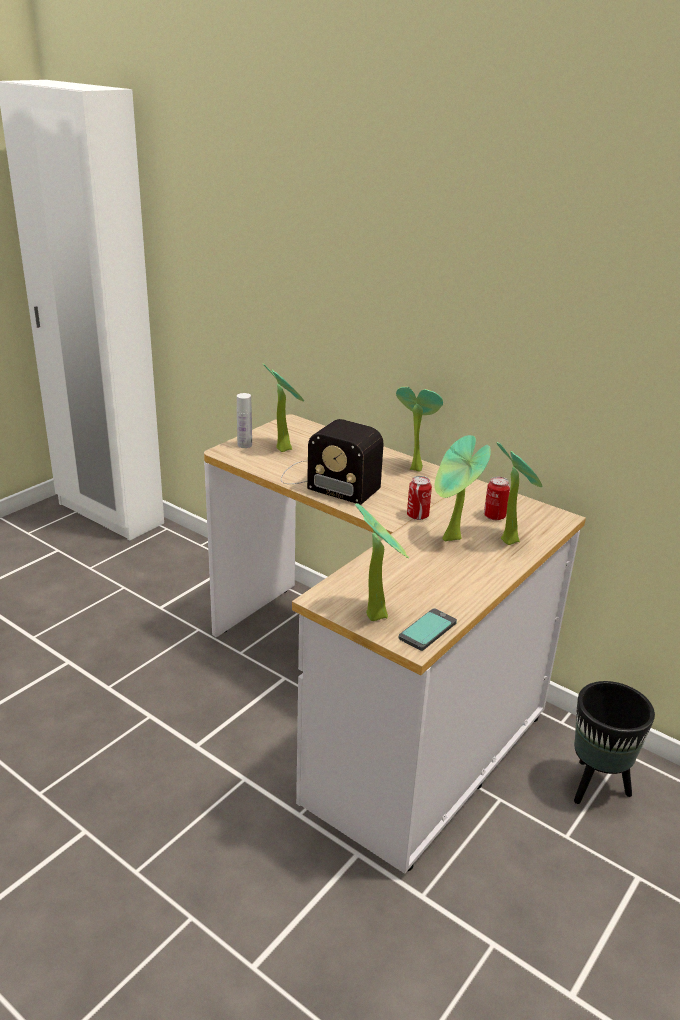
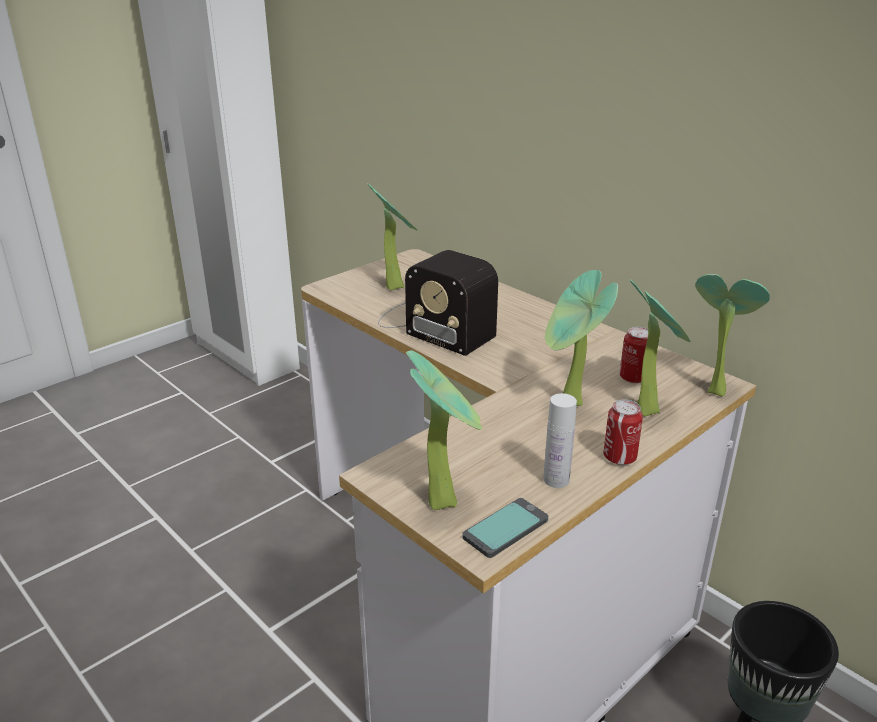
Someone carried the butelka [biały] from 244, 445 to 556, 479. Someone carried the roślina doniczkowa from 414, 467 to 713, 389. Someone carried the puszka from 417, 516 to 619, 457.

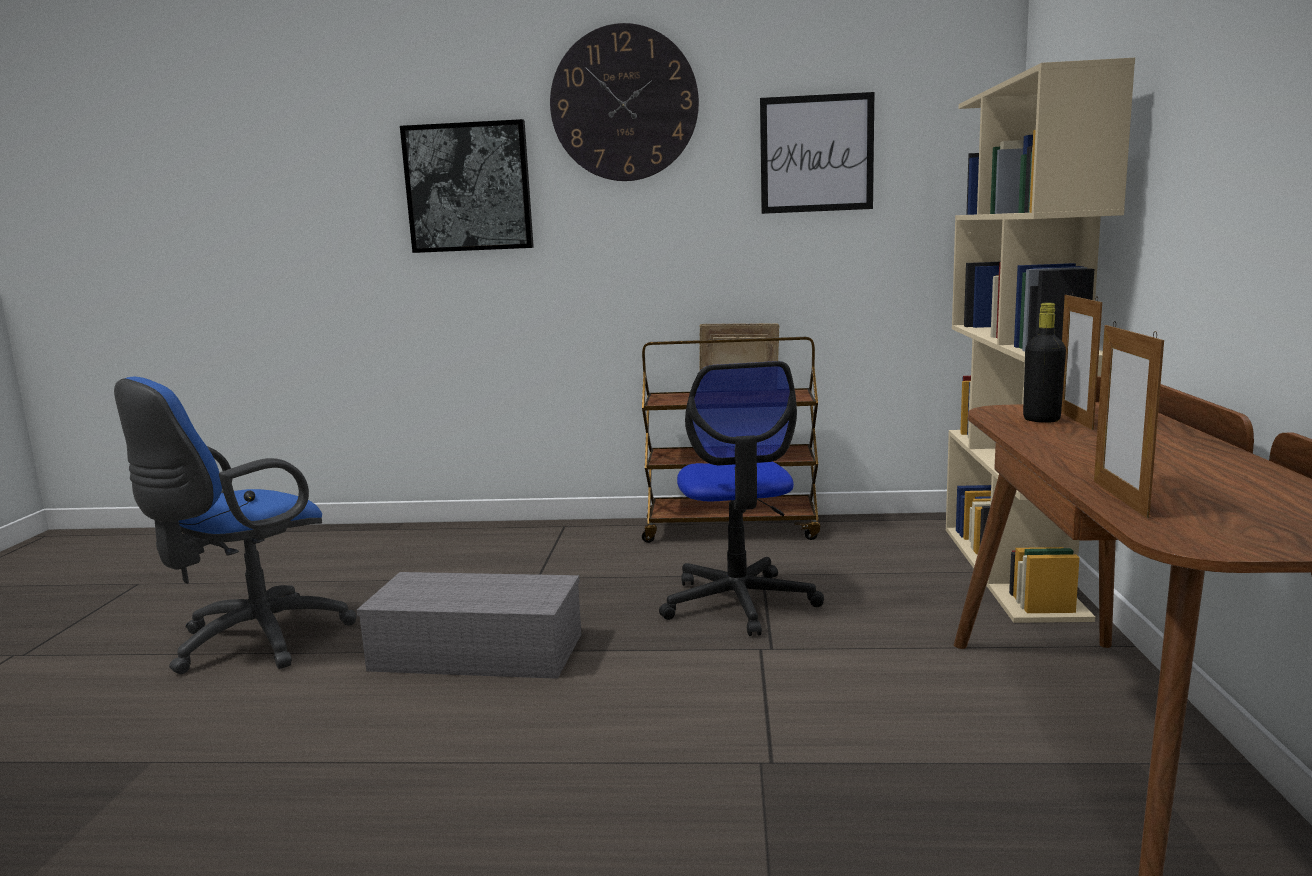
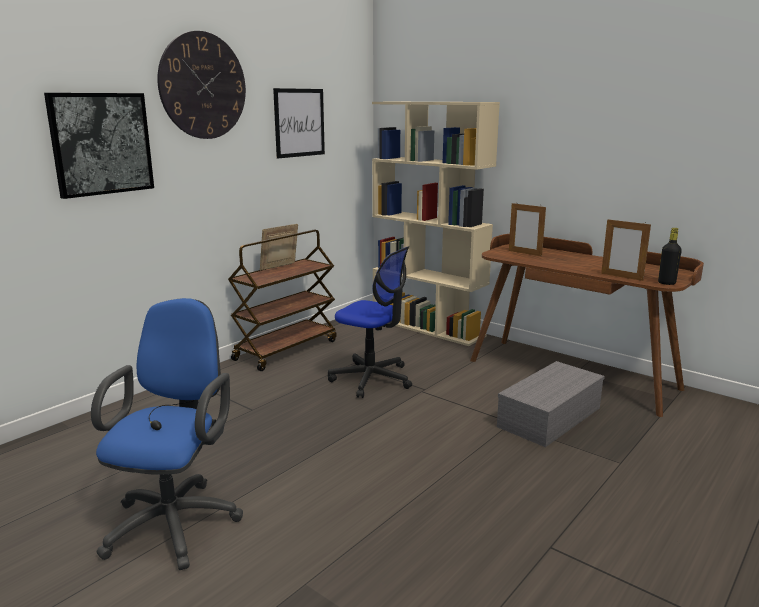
Someone rotated the krzesło biurowe [niebieski] at 252, 642 by 150 degrees counterclockwise. Someone carried the pojemnik do przechowywania [szary] from 481, 651 to 549, 416. Someone carried the butelka [czarny] from 1041, 420 to 666, 283.

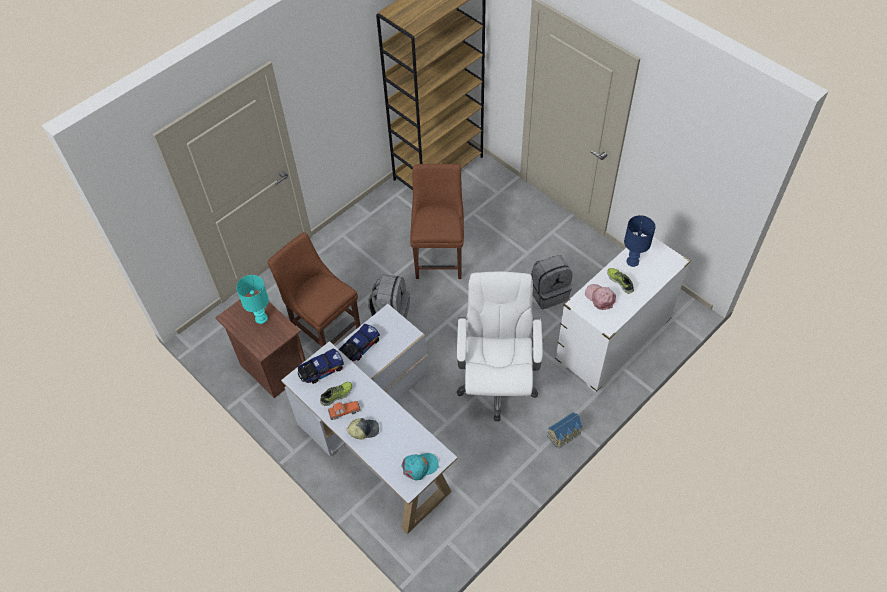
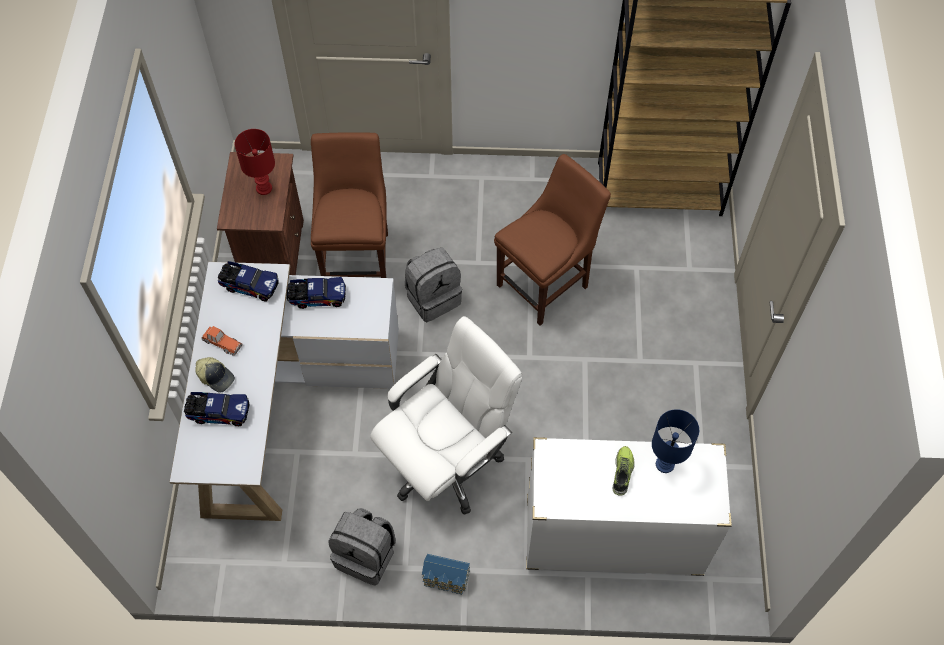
Someone repainted the lampa stołowa [turkusowy] at 262, 319, which became the lampa stołowa [czerwony] at 264, 189. Someone took away the but at 337, 395. Someone took away the czapka z daszkiem [turkusowy] at 420, 466. Someone carried the plecak [szary] from 548, 293 to 366, 555. Someone took away the czapka z daszkiem [różowy] at 600, 298. Someone put down the ciężarówka zabawkowa at 218, 412.

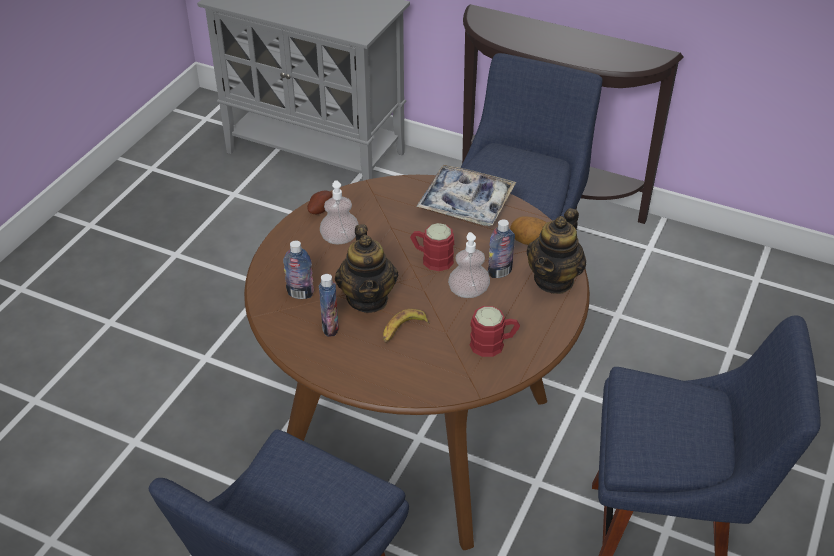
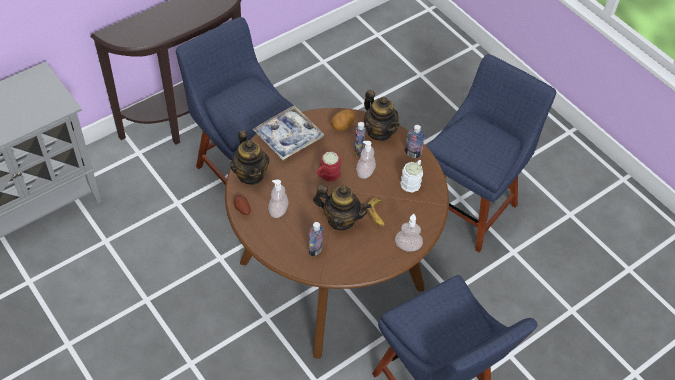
Someone carried the butelka from 330, 327 to 413, 154. Someone repainted the kubek [czerwony] at 493, 344, which became the kubek [biały] at 412, 181. Someone put down the imbryk at 251, 174. Someone put down the dozownik mydła at 407, 246.

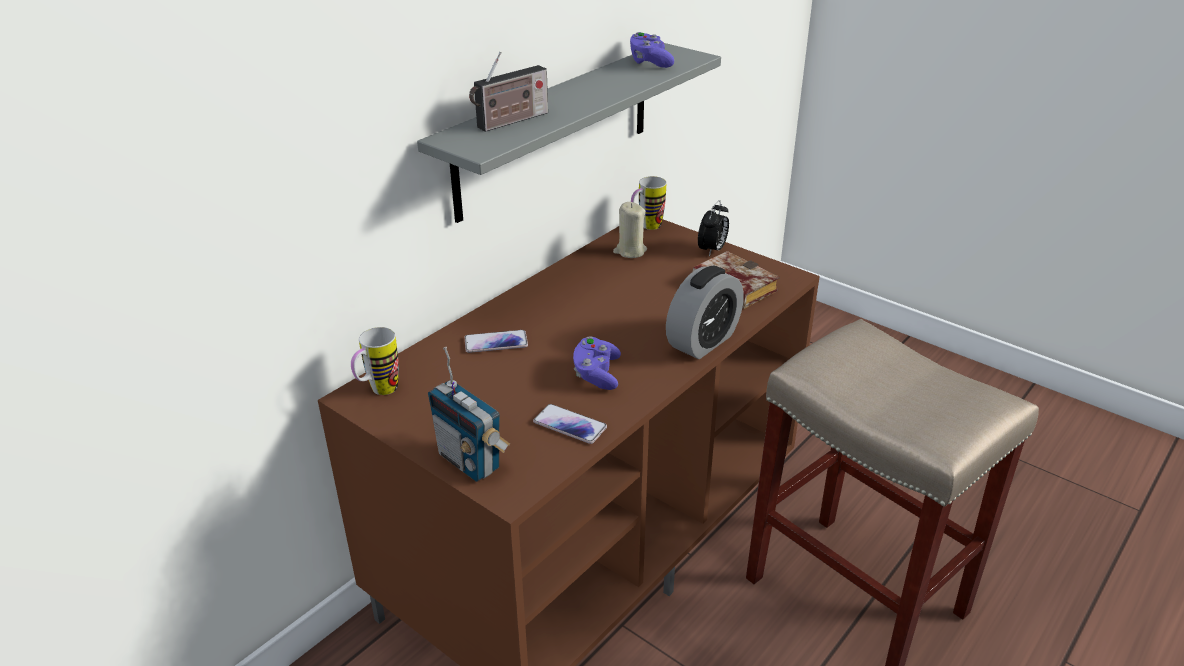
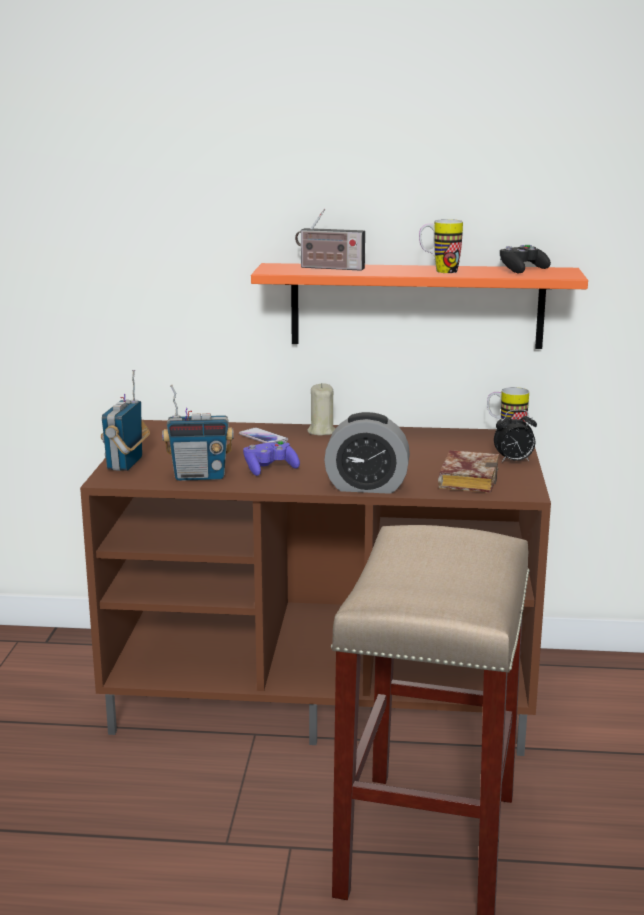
Someone carried the kubek from 378, 392 to 439, 271. Someone repainted the półka [szary] at 555, 130, which became the półka [pomarańczowy] at 416, 305. Someone swapped the telefon at 570, 425 for the radio at 199, 476. Someone carried the świeca [beżowy] from 630, 251 to 321, 431. Someone repainted the pad do gier [fioletowy] at 650, 62, which became the pad do gier [czarny] at 521, 270.

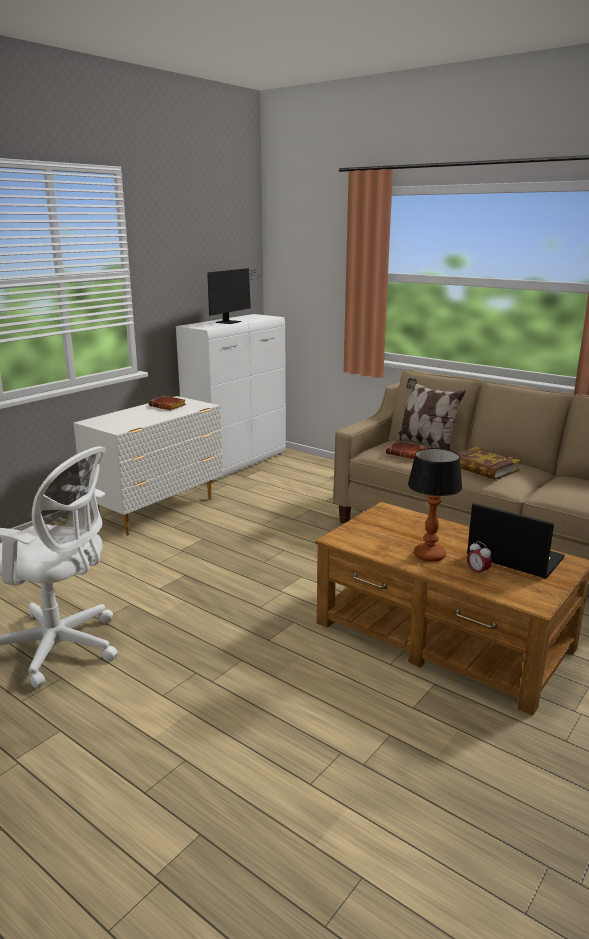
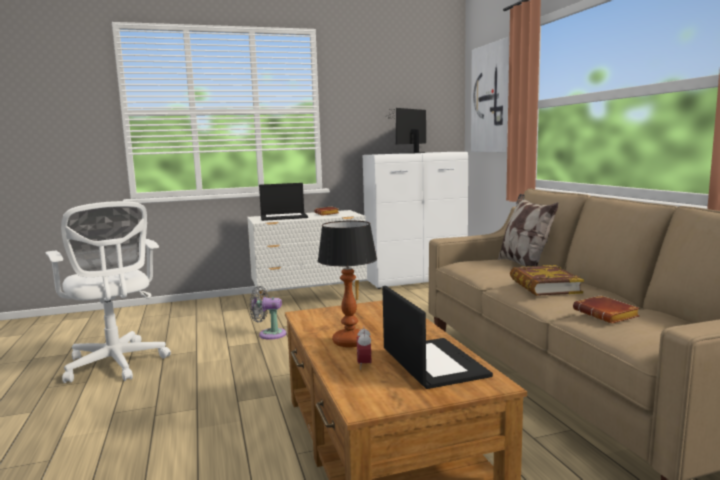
Someone rotated the monitor at 231, 322 by 150 degrees clockwise. Someone carried the książka [brązowy] from 406, 454 to 607, 315. Someone put down the wentylator [szary] at 269, 334. Someone put down the laptop at 284, 217. Someone put up the obraz at 493, 98.

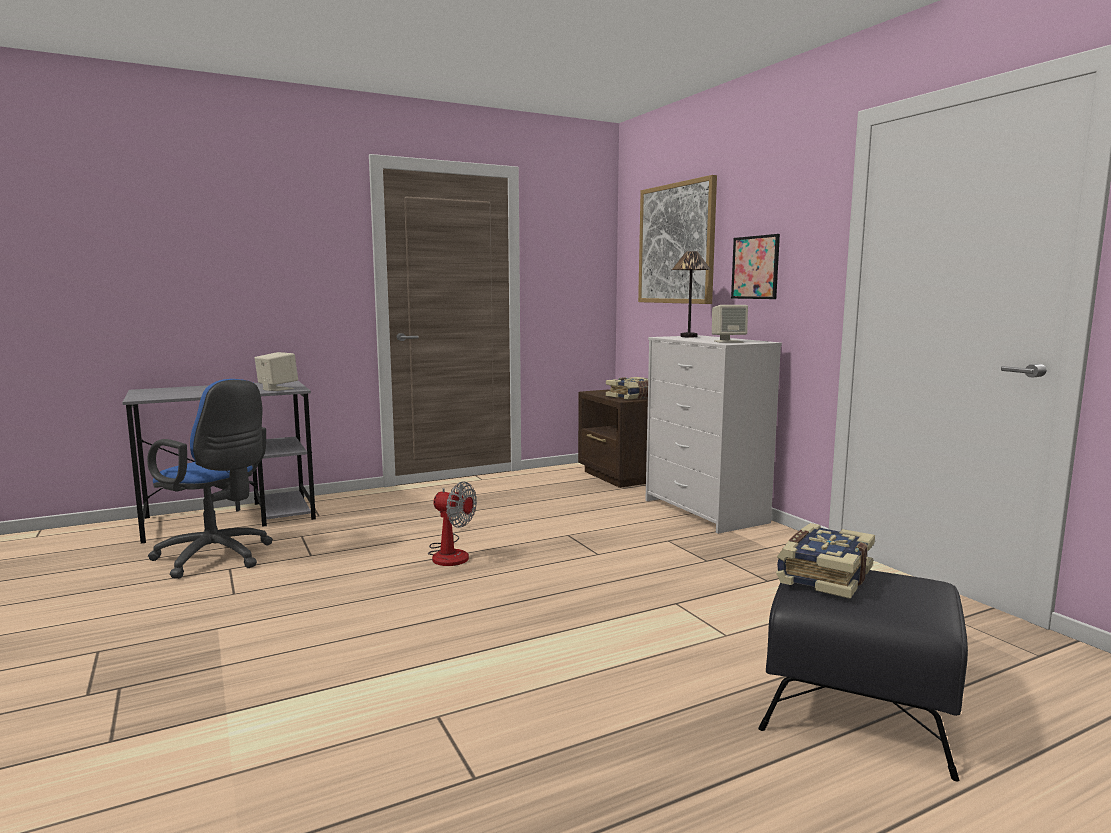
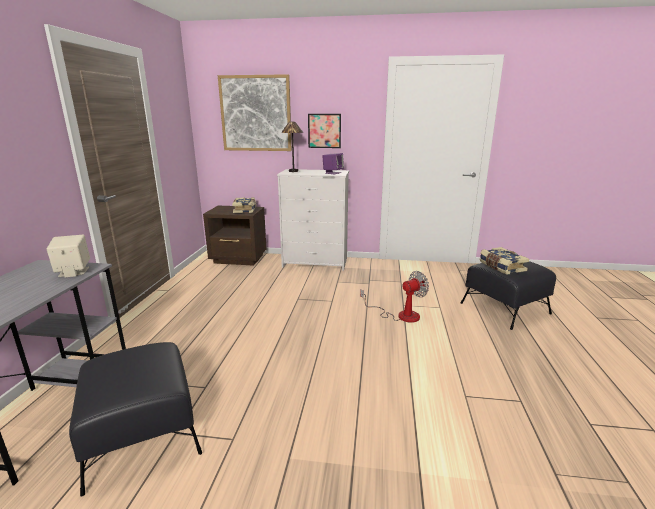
Someone swapped the krzesło biurowe [niebieski] at 218, 558 for the pufa [czarny] at 142, 436. Someone carried the wentylator from 449, 554 to 400, 315. Someone repainted the głośnik [beżowy] at 728, 341, which became the głośnik [fioletowy] at 333, 173.

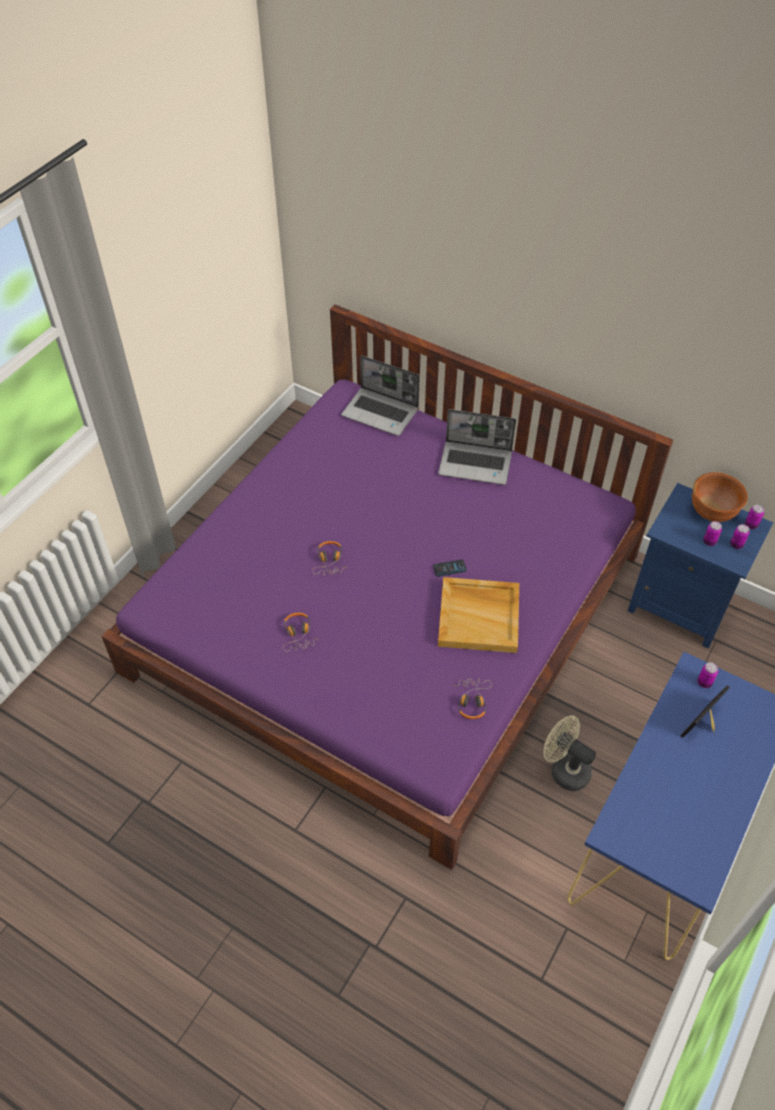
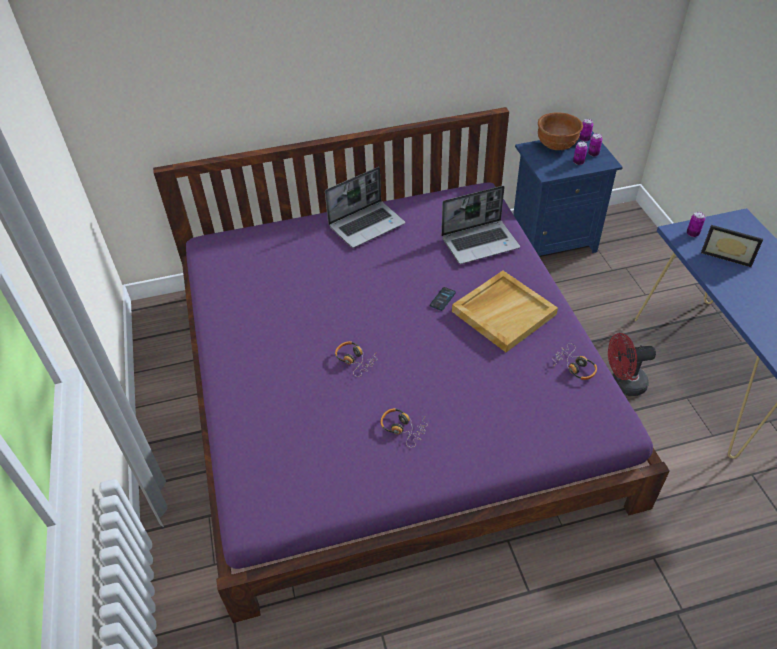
Someone carried the laptop from 381, 412 to 480, 242. Someone repainted the wentylator [beżowy] at 564, 769, which became the wentylator [czerwony] at 623, 384. Someone rotated the ramka na zdjęcie at 705, 724 by 60 degrees counterclockwise.

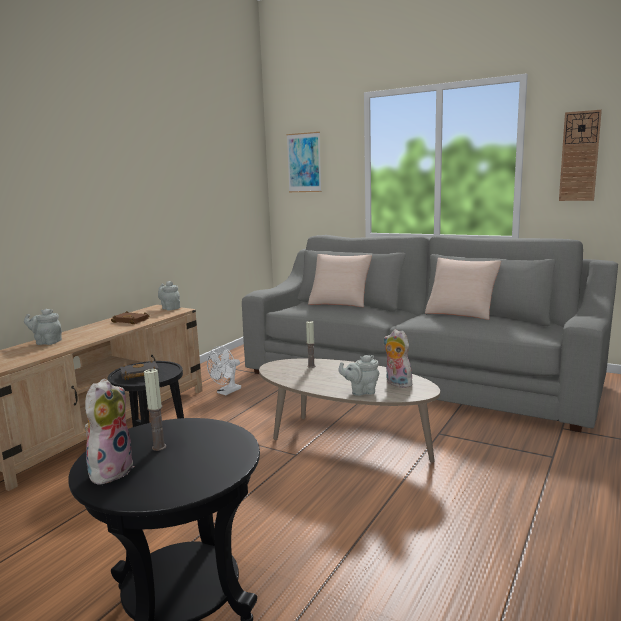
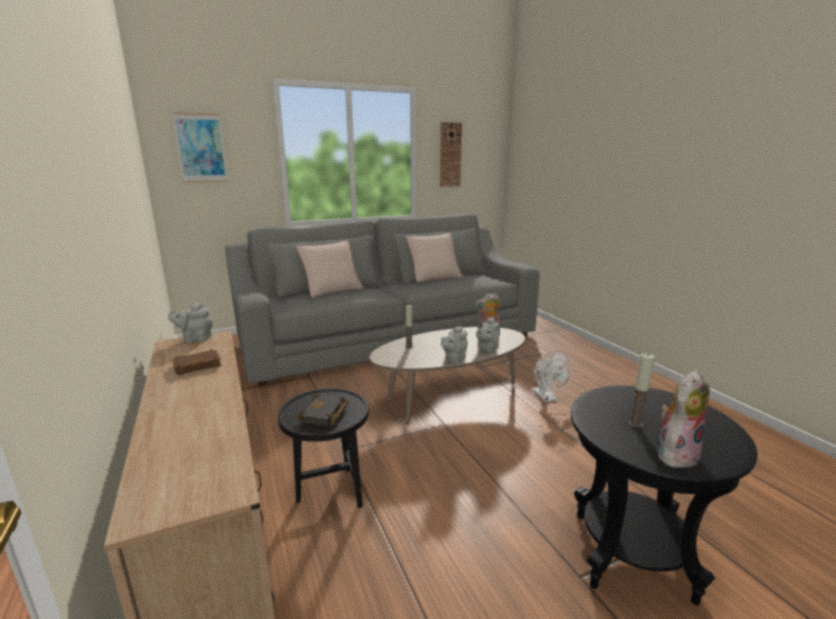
Someone carried the imbryk [szary] from 46, 342 to 454, 358. Someone rotated the pluszak at 110, 470 by 90 degrees clockwise. Someone carried the wentylator [biały] from 226, 392 to 547, 398.

